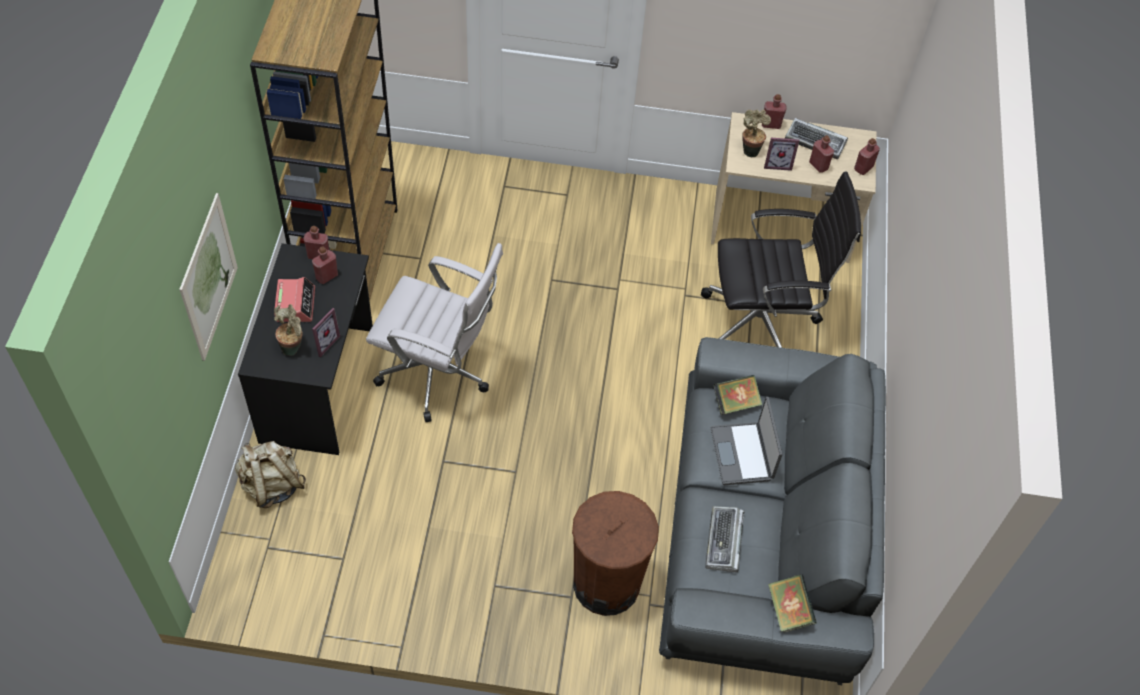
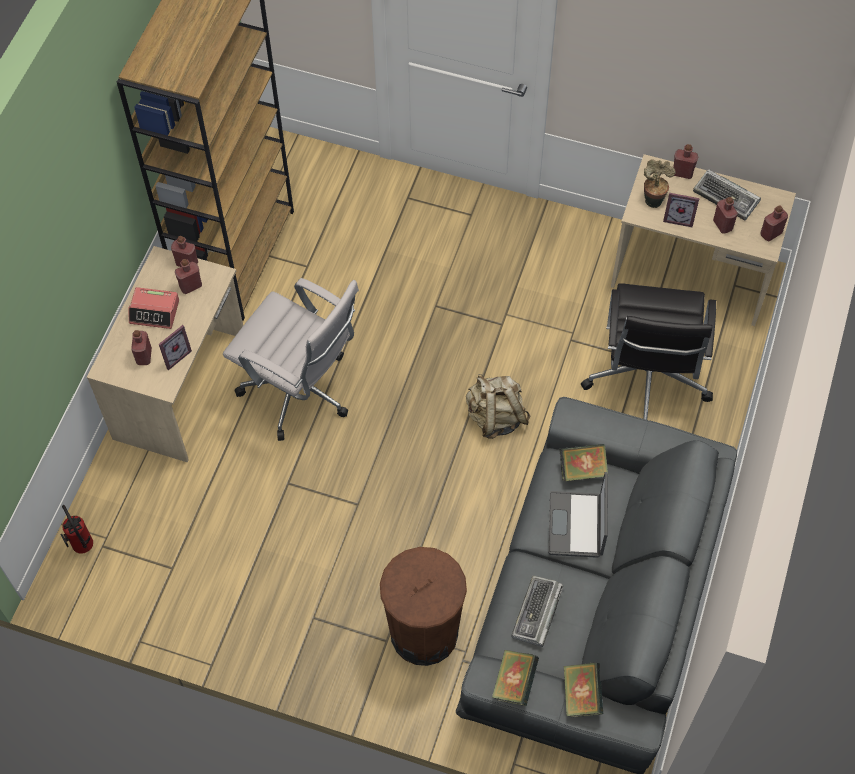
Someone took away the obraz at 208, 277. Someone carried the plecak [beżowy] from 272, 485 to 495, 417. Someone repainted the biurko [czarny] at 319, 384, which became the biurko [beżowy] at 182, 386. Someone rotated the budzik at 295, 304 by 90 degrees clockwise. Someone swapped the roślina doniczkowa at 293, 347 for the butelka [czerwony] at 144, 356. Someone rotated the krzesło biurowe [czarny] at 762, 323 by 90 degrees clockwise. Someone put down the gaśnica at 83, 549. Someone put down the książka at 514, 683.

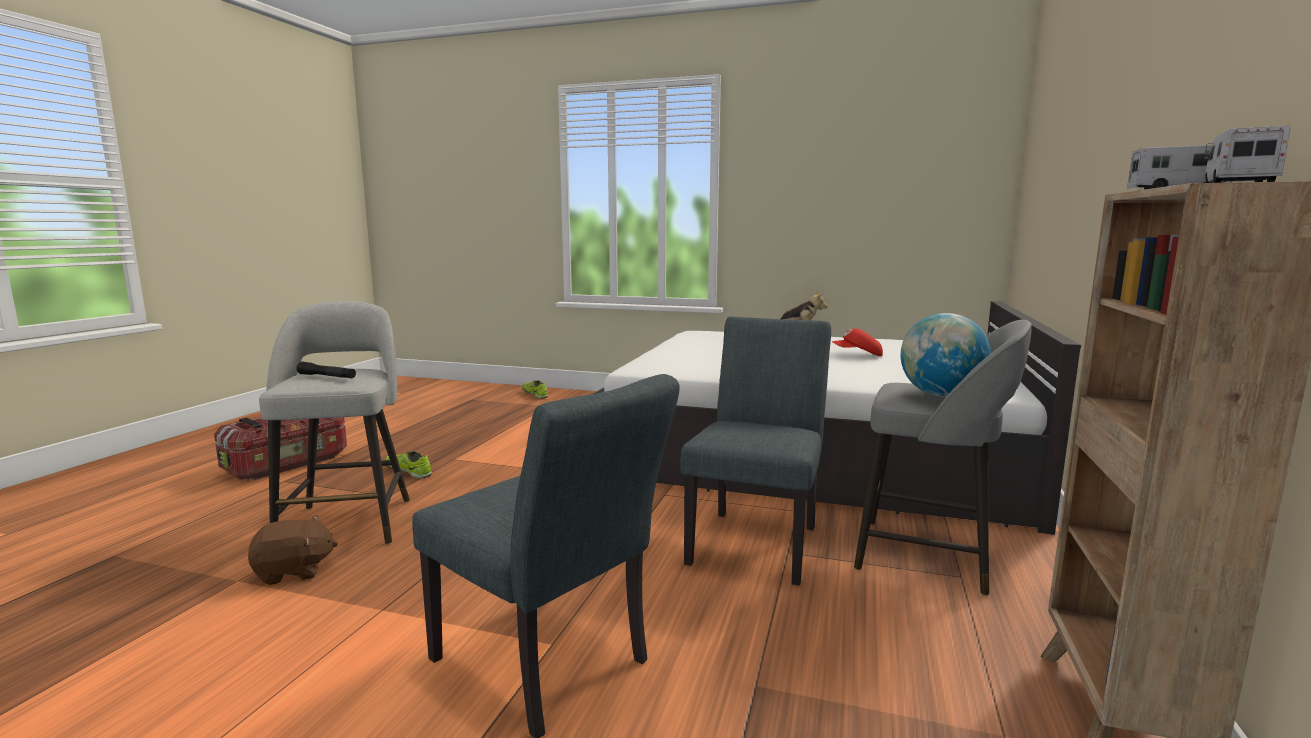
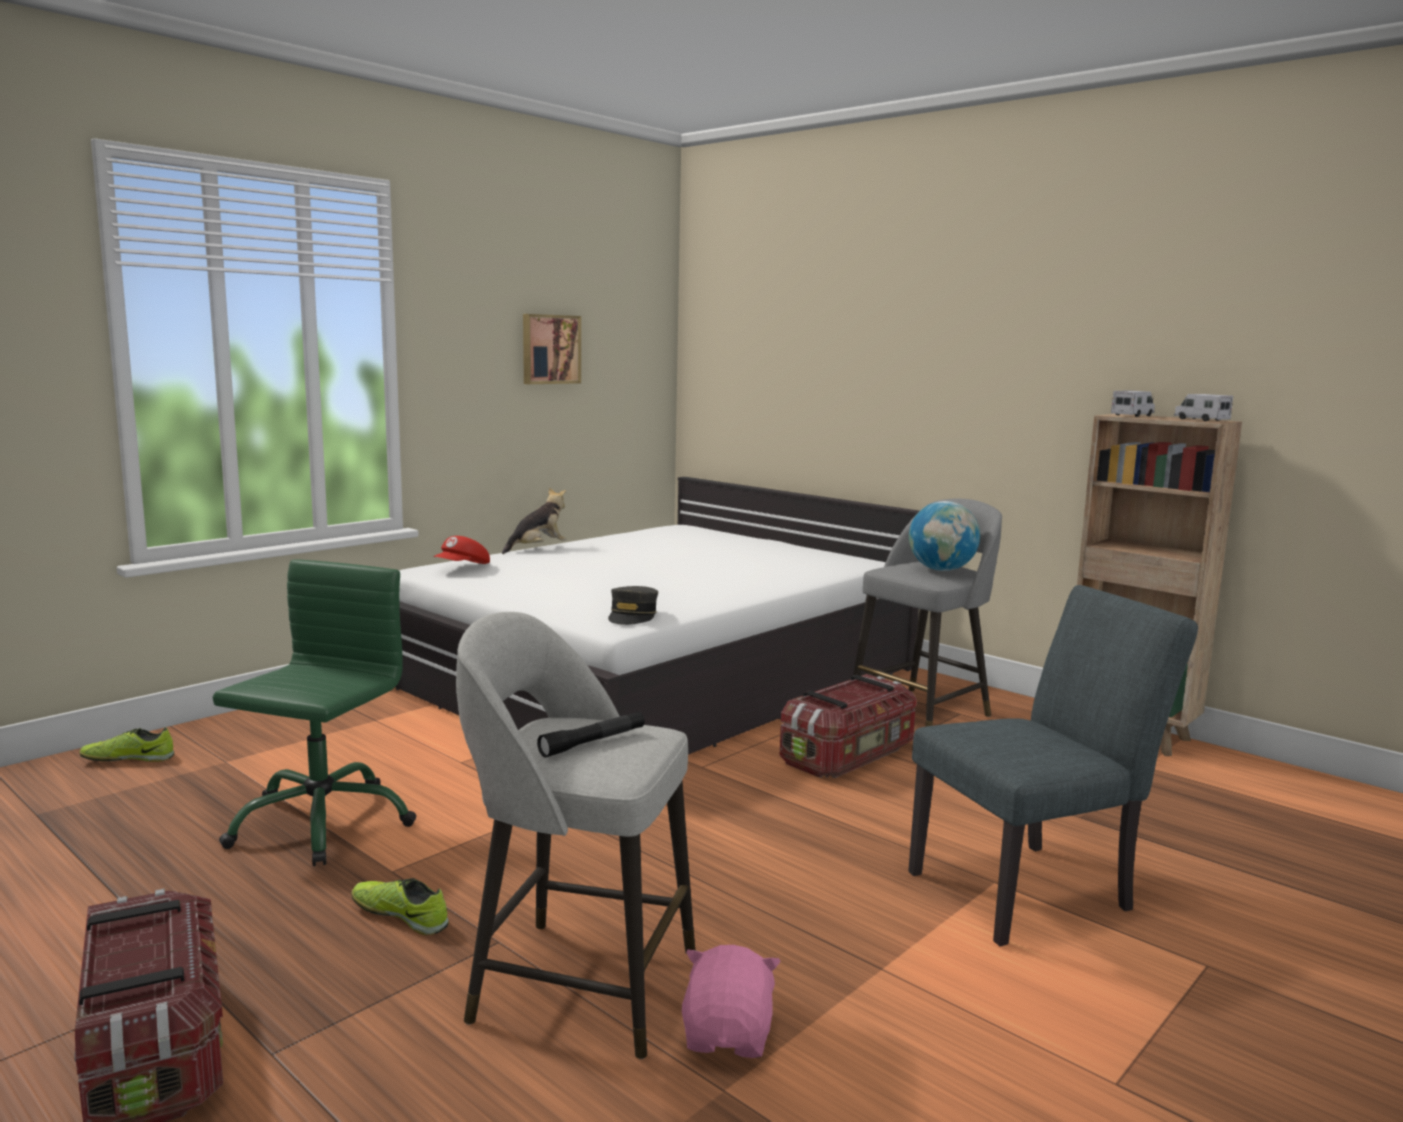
Someone repainted the pluszak [brązowy] at 294, 571, which became the pluszak [różowy] at 728, 1035. Someone rotated the but at 408, 471 by 60 degrees clockwise. Someone swapped the krzesło [szary] at 757, 540 for the pojemnik do przechowywania at 849, 756. Someone carried the czapka z daszkiem [czerwony] from 858, 355 to 463, 567. Someone put down the krzesło biurowe [zielony] at 320, 822. Someone put up the obraz at 550, 349. Someone put down the czapka z daszkiem [szary] at 632, 616.

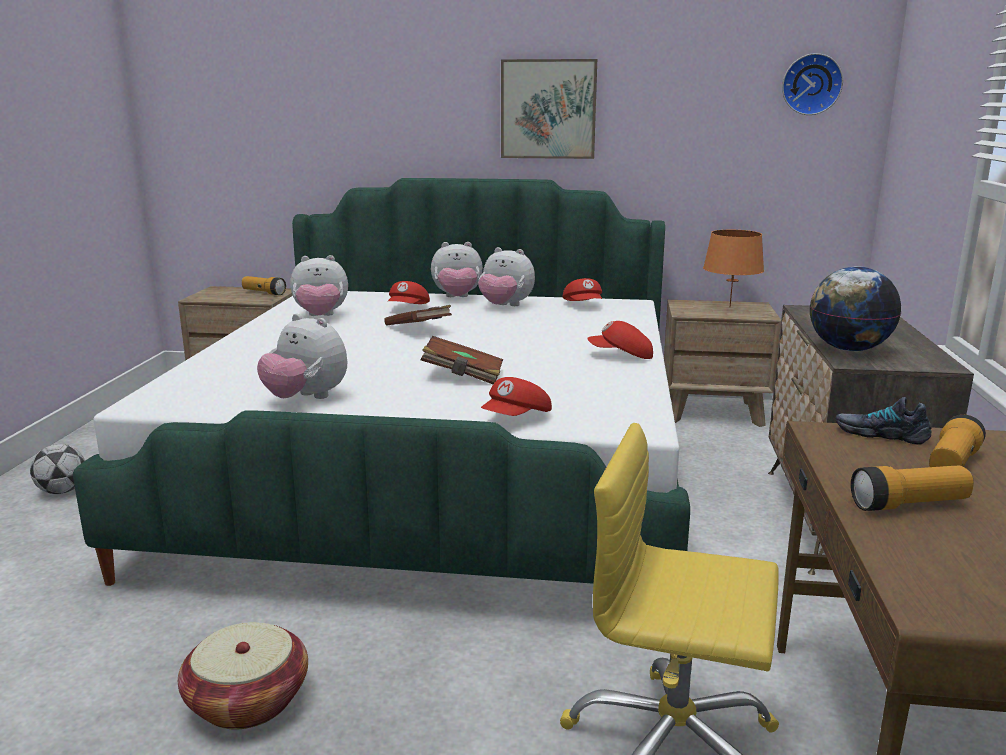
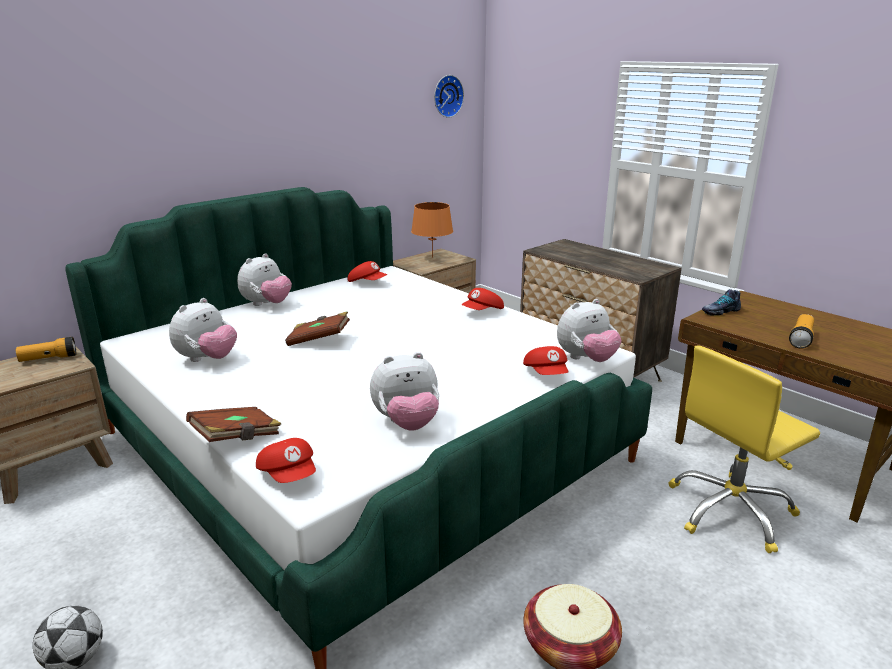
Someone carried the czapka z daszkiem [czerwony] from 408, 308 to 289, 475. Someone carried the książka [brązowy] from 463, 376 to 237, 438. Someone carried the pluszak from 505, 306 to 586, 359. Someone took away the obraz at 548, 109. Someone took away the globus at 848, 349. Someone took away the latarka at 952, 464.

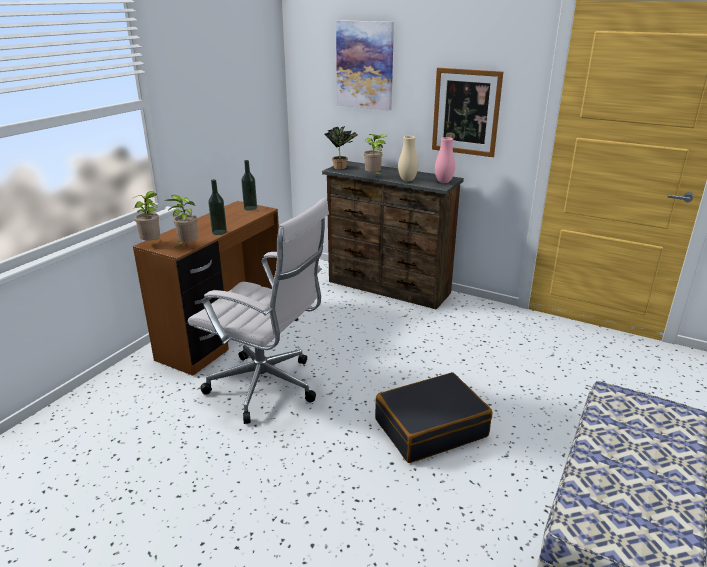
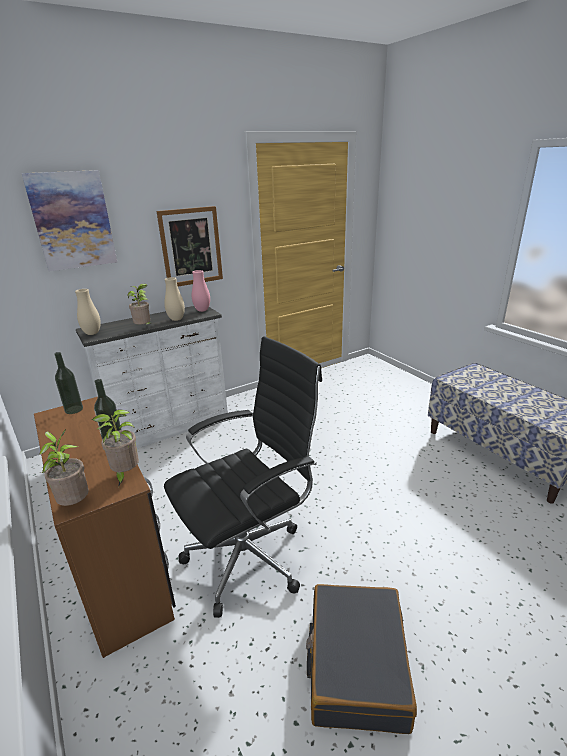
Someone repainted the krzesło biurowe [biały] at 268, 388, which became the krzesło biurowe [czarny] at 251, 556. Someone repainted the komoda [brązowy] at 388, 288, which became the komoda [biały] at 170, 428. Someone swapped the roślina doniczkowa at 341, 167 for the wazon [beżowy] at 92, 333. Someone carried the walizka [czarny] from 430, 428 to 356, 664.

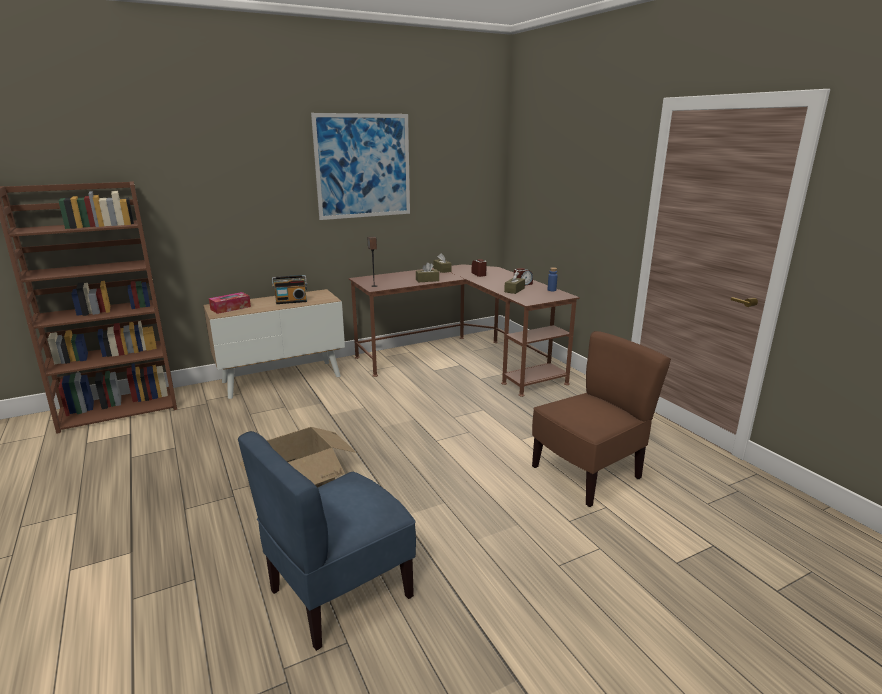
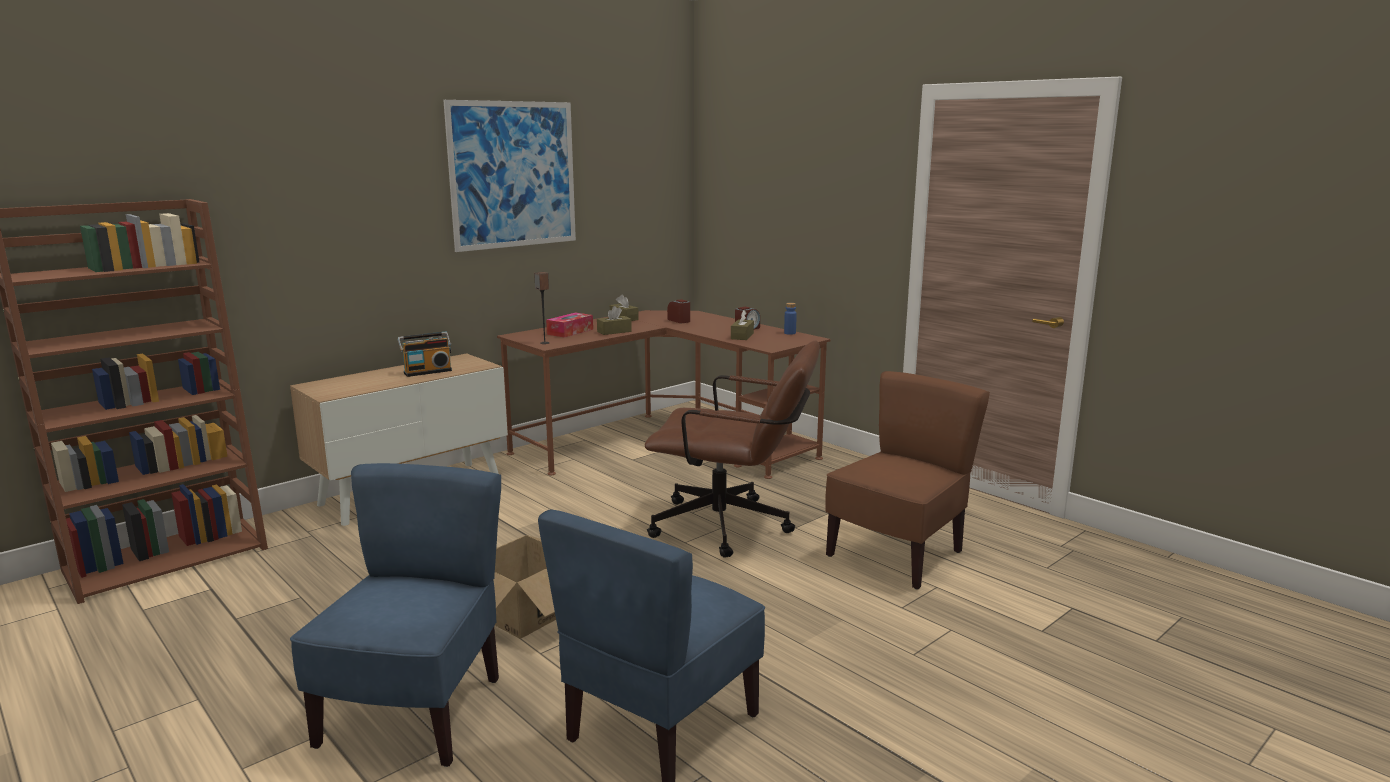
Someone carried the pudełko chusteczek from 230, 308 to 570, 332. Someone put down the krzesło [niebieski] at 414, 712. Someone put down the krzesło biurowe [brązowy] at 733, 527.

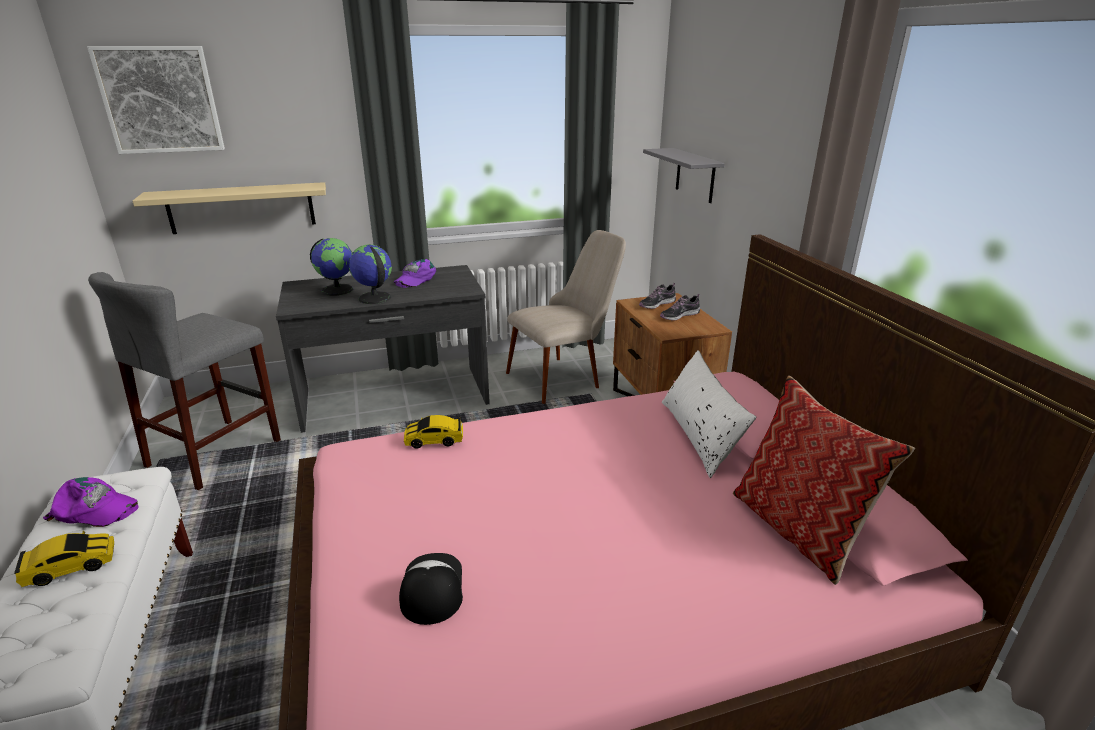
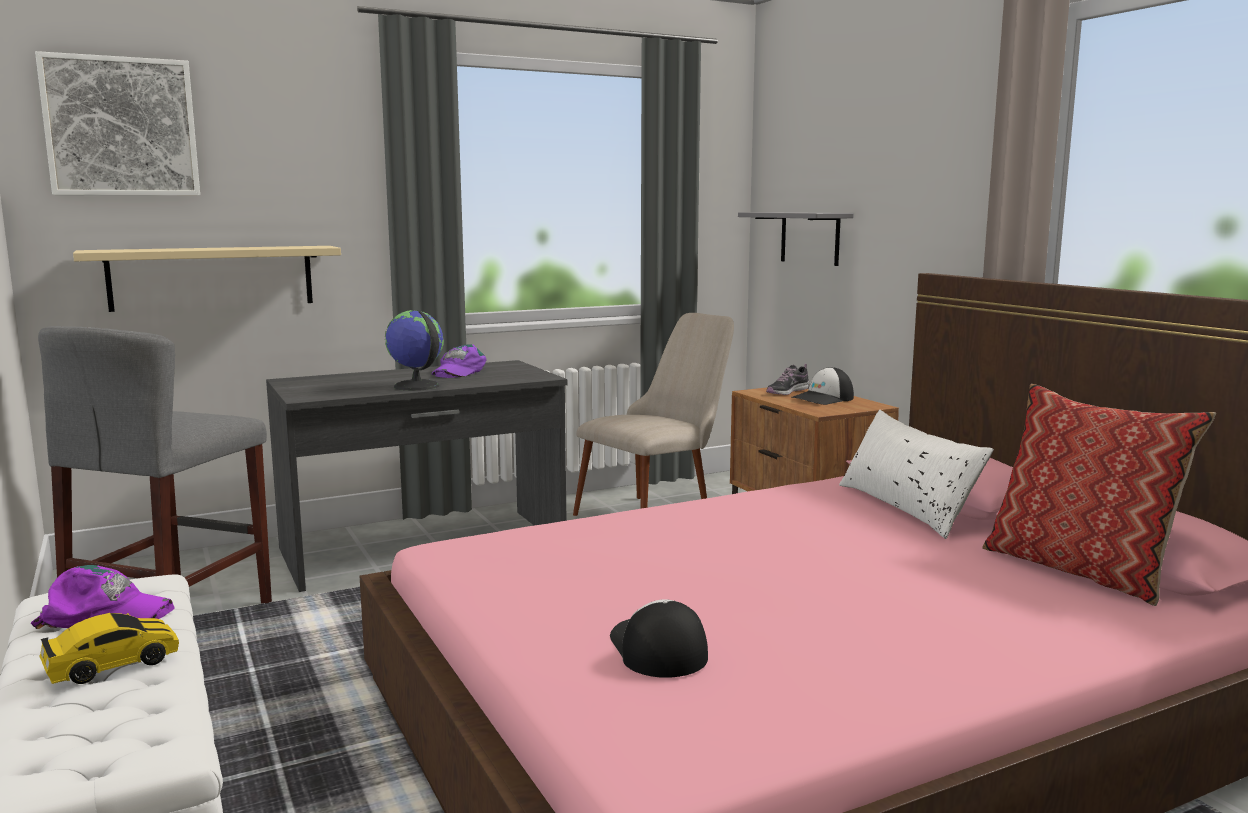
Someone took away the globus at 337, 290. Someone took away the samochodzik at 434, 440. Someone swapped the but at 679, 316 for the czapka z daszkiem at 823, 399.

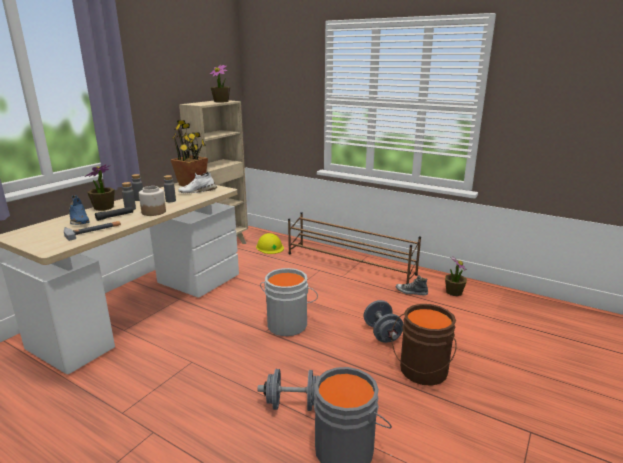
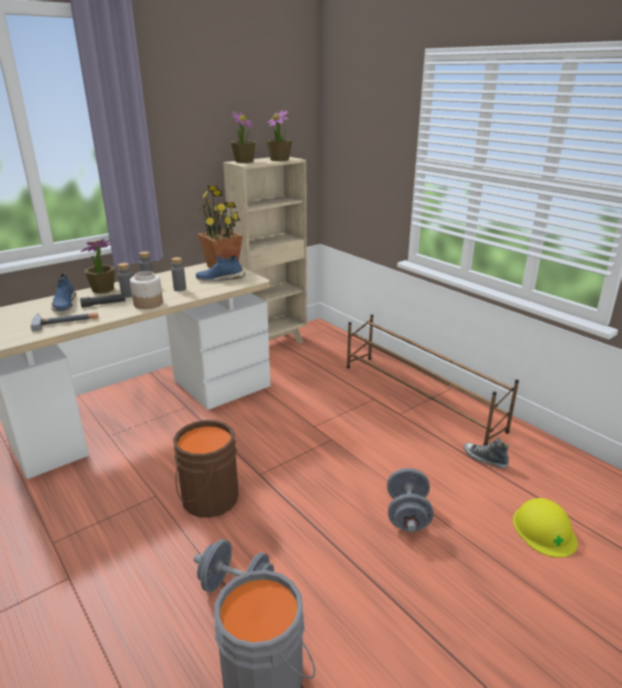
Someone repainted the but [biały] at 197, 191, which became the but [niebieski] at 220, 279. Someone carried the kask [żółty] from 270, 247 to 544, 530. Someone took away the wiadro [szary] at 288, 324. Someone carried the wiadro [brązowy] from 421, 371 to 207, 499. Someone carried the roślina doniczkowa from 454, 292 to 244, 161.

